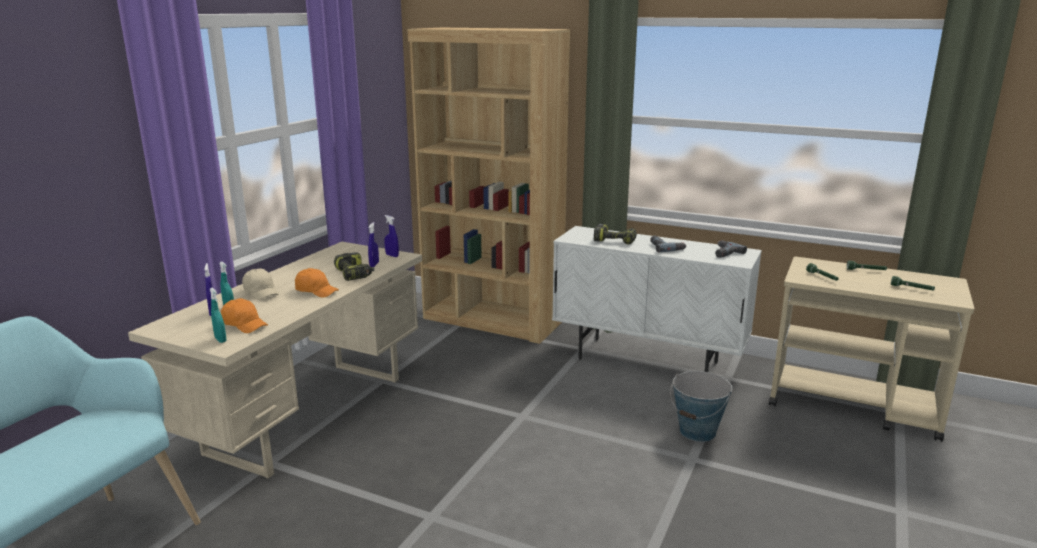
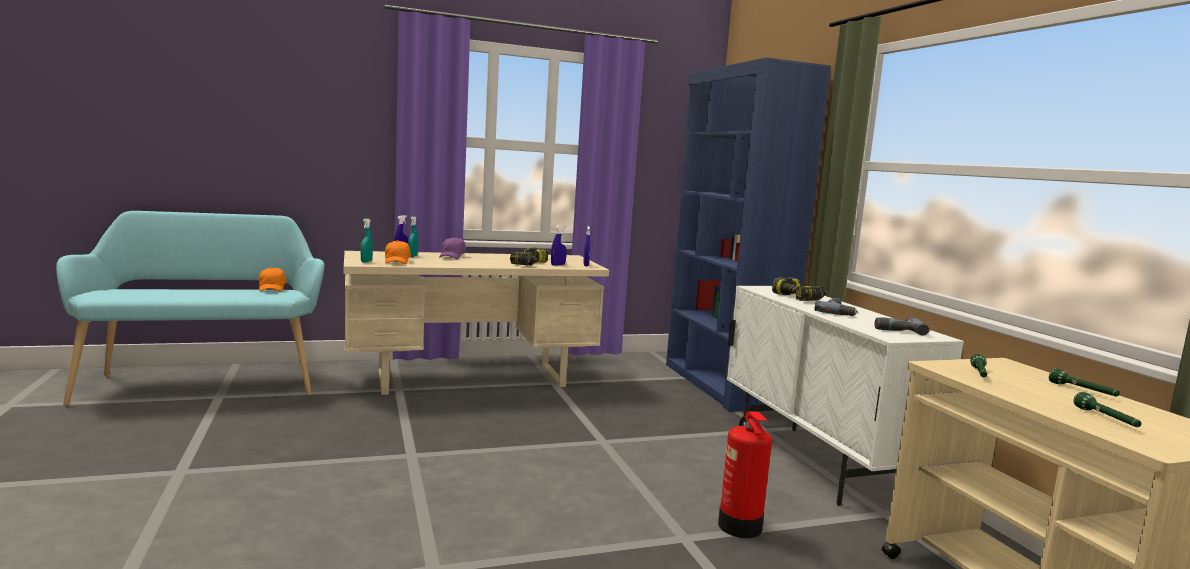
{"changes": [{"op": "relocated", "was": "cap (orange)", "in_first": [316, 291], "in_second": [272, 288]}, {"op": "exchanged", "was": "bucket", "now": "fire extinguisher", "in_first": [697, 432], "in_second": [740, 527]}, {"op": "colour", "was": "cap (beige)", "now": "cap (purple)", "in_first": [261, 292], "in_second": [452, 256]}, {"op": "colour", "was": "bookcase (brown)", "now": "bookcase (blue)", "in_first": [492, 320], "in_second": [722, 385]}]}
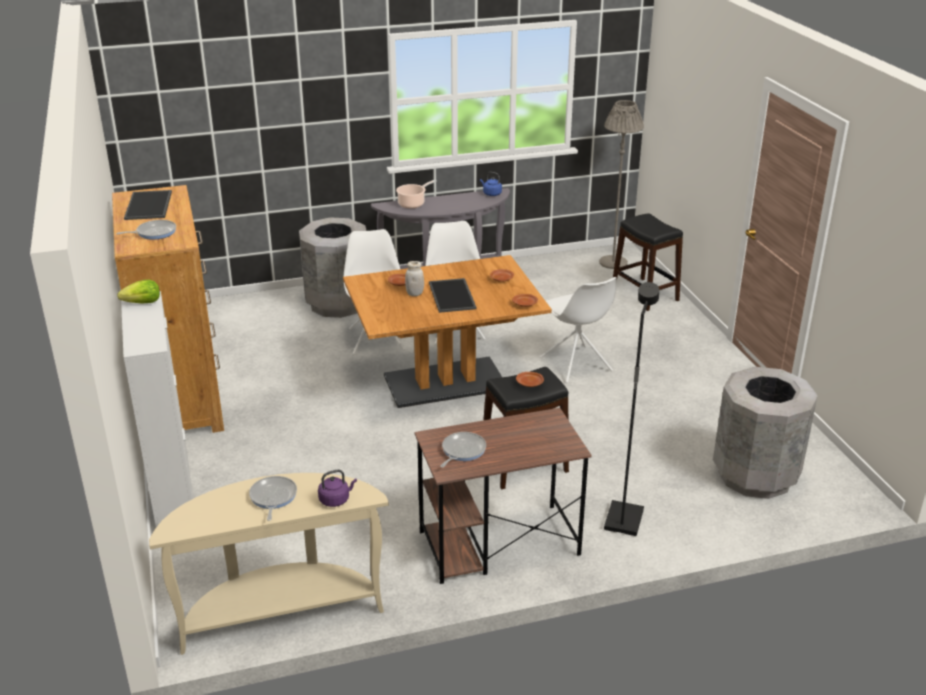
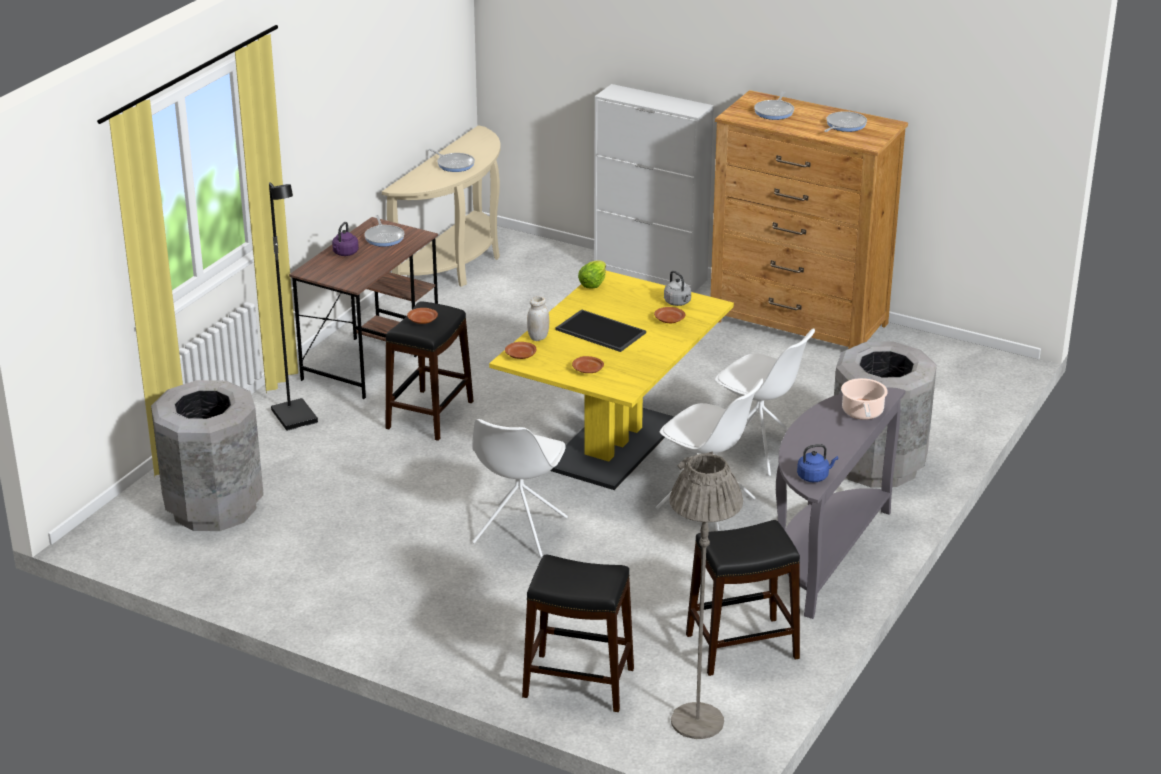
{"changes": [{"op": "appeared", "now": "kettle (grey)", "in_second": [678, 303]}, {"op": "appeared", "now": "stool (black)", "in_second": [742, 647]}, {"op": "relocated", "was": "lettuce", "in_first": [143, 303], "in_second": [593, 284]}, {"op": "relocated", "was": "kettle (purple)", "in_first": [336, 500], "in_second": [345, 253]}, {"op": "relocated", "was": "jar (white)", "in_first": [414, 293], "in_second": [538, 337]}, {"op": "exchanged", "was": "tray", "now": "frying pan", "in_first": [149, 205], "in_second": [844, 125]}, {"op": "colour", "was": "dining table (brown)", "now": "dining table (yellow)", "in_first": [445, 383], "in_second": [613, 445]}, {"op": "spun", "was": "chair (white)", "in_first": [576, 365], "in_second": [519, 531], "clockwise": -90}]}
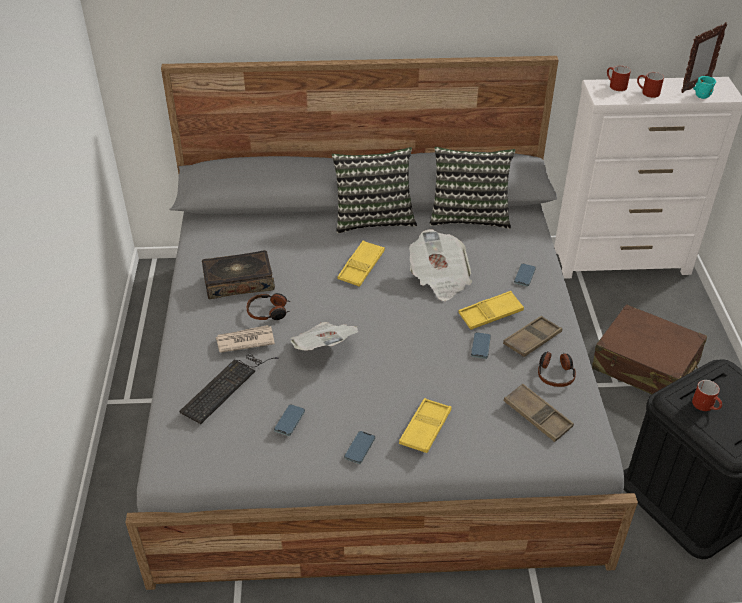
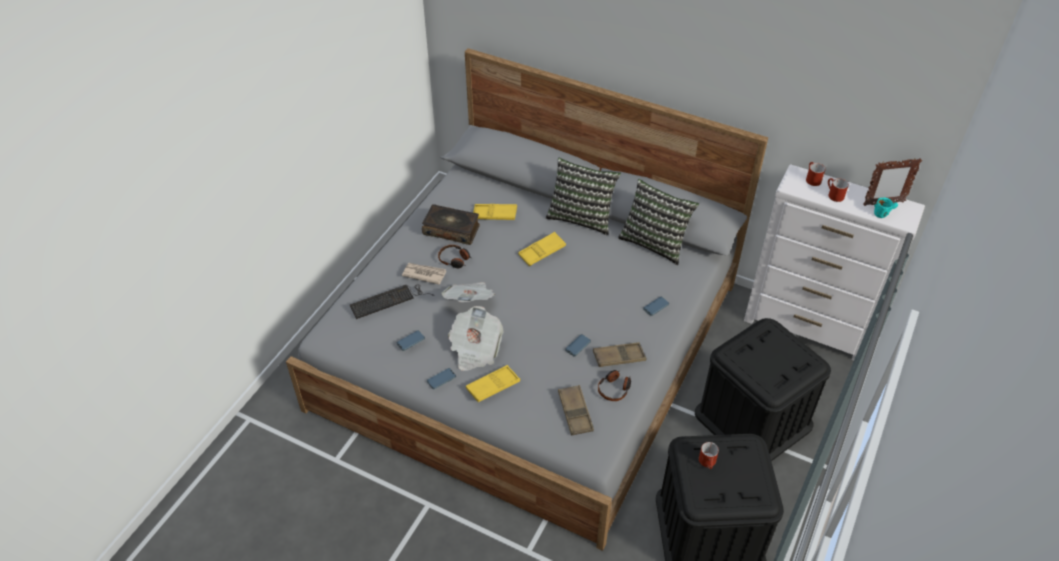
{"changes": [{"op": "relocated", "was": "newspaper", "in_first": [439, 279], "in_second": [475, 349]}, {"op": "relocated", "was": "tray (yellow)", "in_first": [490, 314], "in_second": [494, 214]}, {"op": "exchanged", "was": "suitcase (brown)", "now": "storage box (black)", "in_first": [645, 365], "in_second": [753, 419]}]}
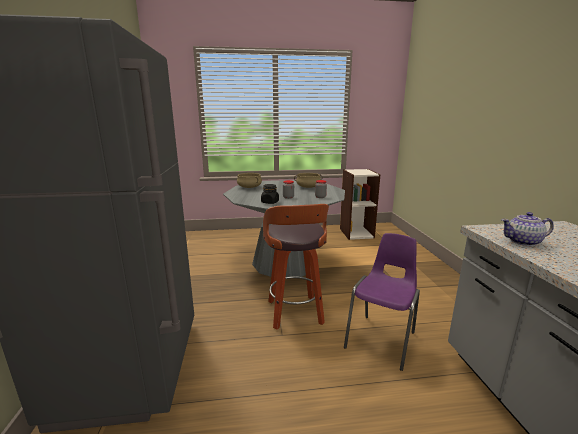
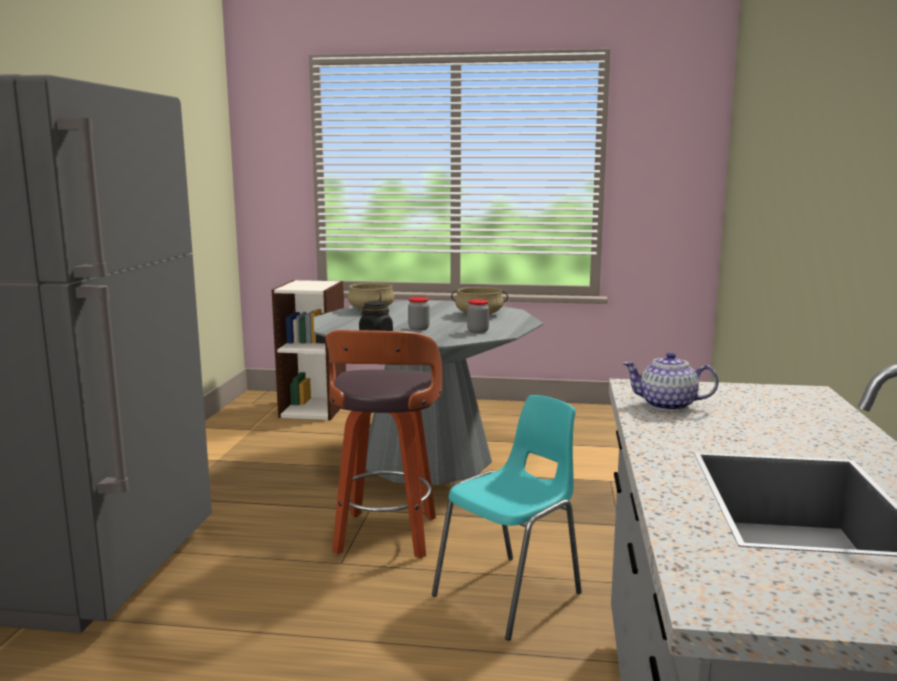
{"changes": [{"op": "relocated", "was": "bookcase", "in_first": [356, 233], "in_second": [314, 409]}, {"op": "colour", "was": "chair (purple)", "now": "chair (turquoise)", "in_first": [382, 339], "in_second": [511, 594]}]}
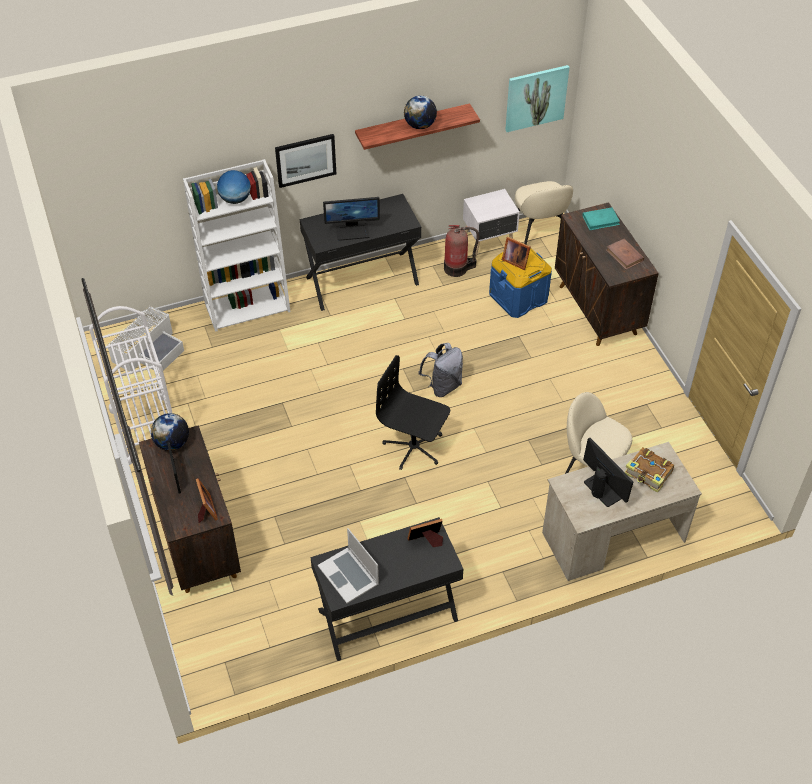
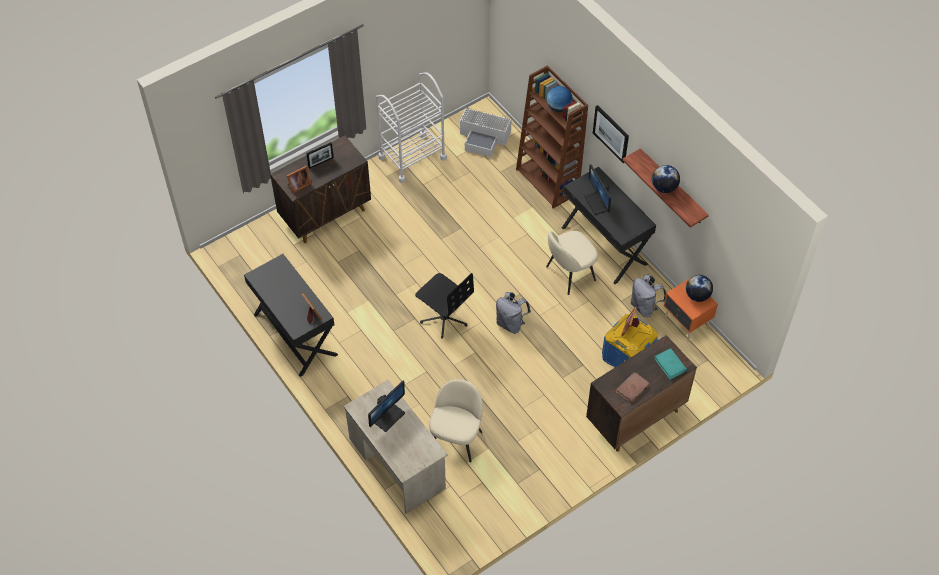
{"changes": [{"op": "missing", "was": "laptop", "in_first": [348, 574]}, {"op": "missing", "was": "picture", "in_first": [536, 98]}, {"op": "missing", "was": "book", "in_first": [648, 474]}, {"op": "relocated", "was": "globe", "in_first": [172, 443], "in_second": [697, 296]}, {"op": "relocated", "was": "chair (beige)", "in_first": [539, 233], "in_second": [569, 274]}, {"op": "exchanged", "was": "fire extinguisher", "now": "backpack (grey)", "in_first": [457, 268], "in_second": [644, 307]}, {"op": "colour", "was": "bookcase (white)", "now": "bookcase (brown)", "in_first": [248, 306], "in_second": [548, 181]}, {"op": "colour", "was": "nightstand (white)", "now": "nightstand (orange)", "in_first": [489, 242], "in_second": [686, 323]}, {"op": "spun", "was": "office chair (black)", "in_first": [414, 447], "in_second": [444, 318], "clockwise": 120}]}
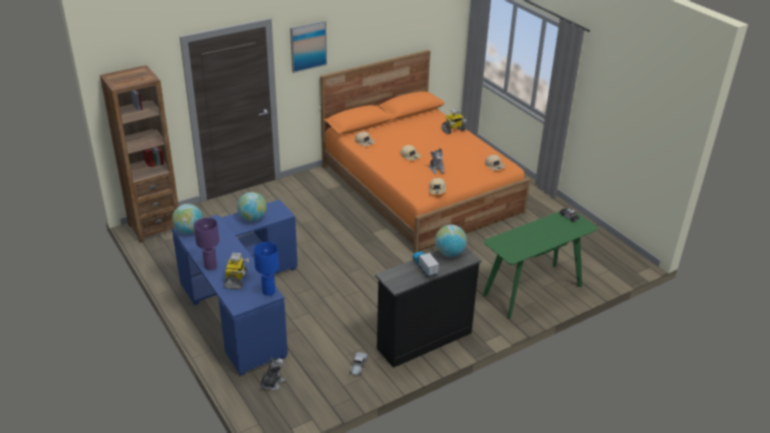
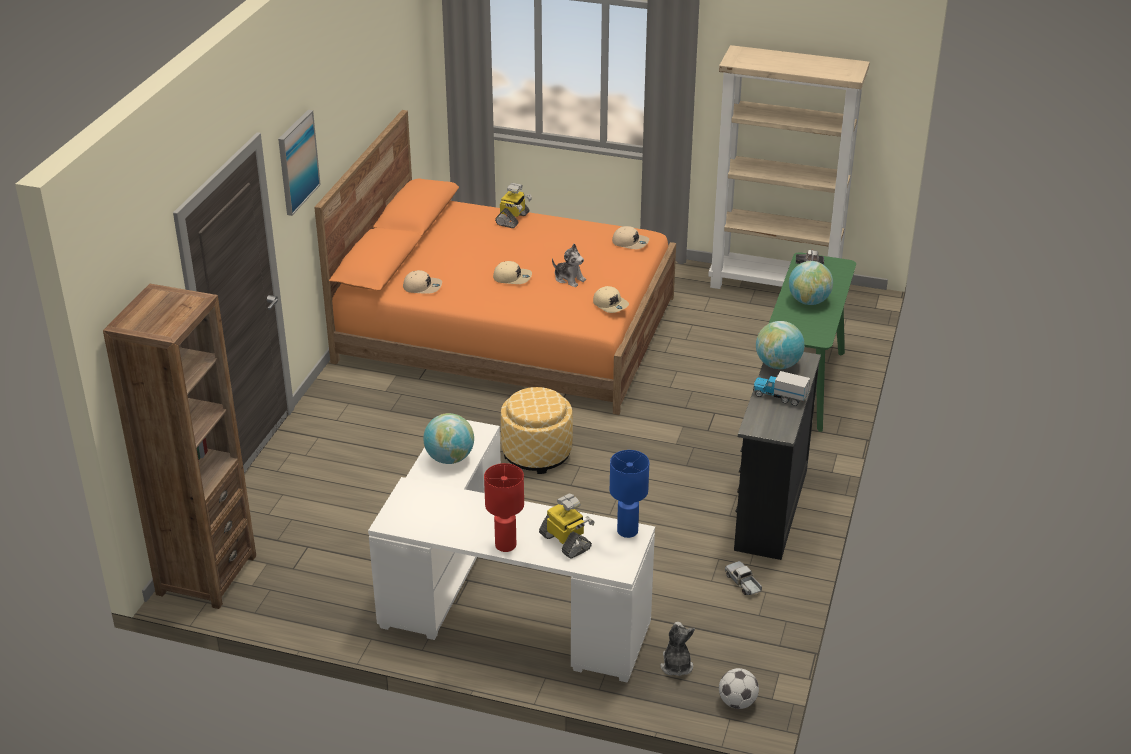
{"changes": [{"op": "appeared", "now": "ottoman", "in_second": [537, 453]}, {"op": "appeared", "now": "bookcase (beige)", "in_second": [775, 286]}, {"op": "appeared", "now": "football", "in_second": [737, 702]}, {"op": "relocated", "was": "globe", "in_first": [189, 231], "in_second": [808, 301]}, {"op": "colour", "was": "desk (blue)", "now": "desk (white)", "in_first": [239, 306], "in_second": [497, 604]}, {"op": "colour", "was": "table lamp (purple)", "now": "table lamp (red)", "in_first": [210, 266], "in_second": [505, 545]}]}
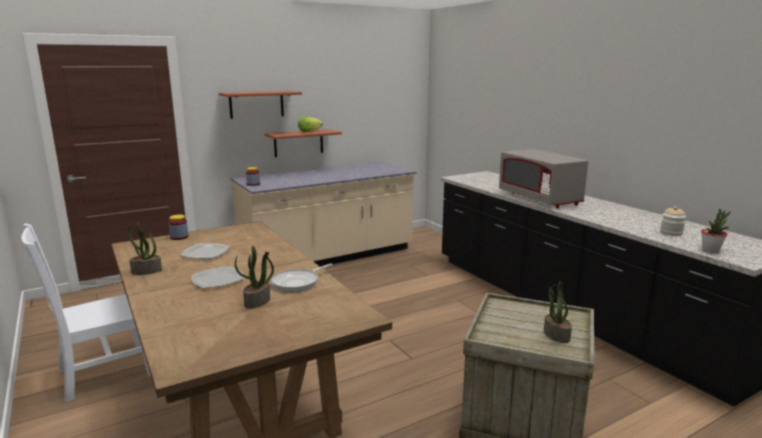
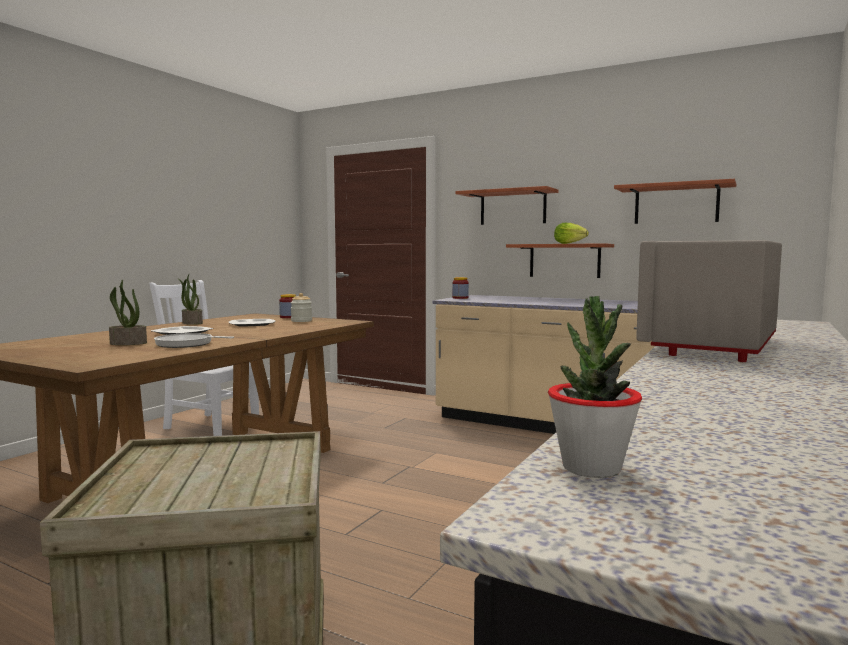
{"changes": [{"op": "missing", "was": "potted plant", "in_first": [555, 335]}, {"op": "appeared", "now": "shelf", "in_second": [676, 204]}, {"op": "relocated", "was": "jar", "in_first": [671, 233], "in_second": [301, 321]}]}
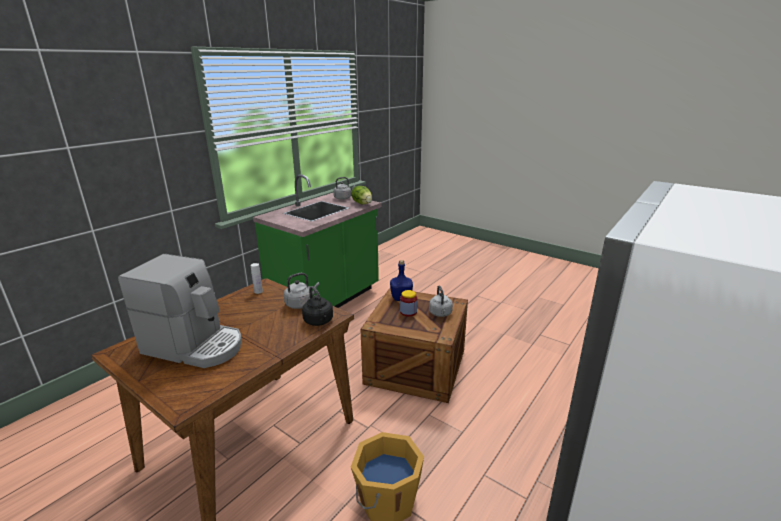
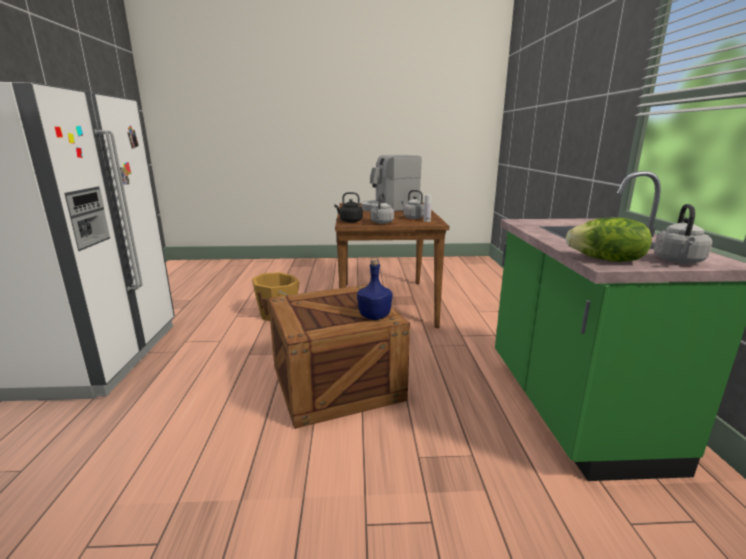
{"changes": [{"op": "missing", "was": "jar", "in_first": [408, 312]}, {"op": "relocated", "was": "kettle (grey)", "in_first": [440, 314], "in_second": [412, 217]}]}
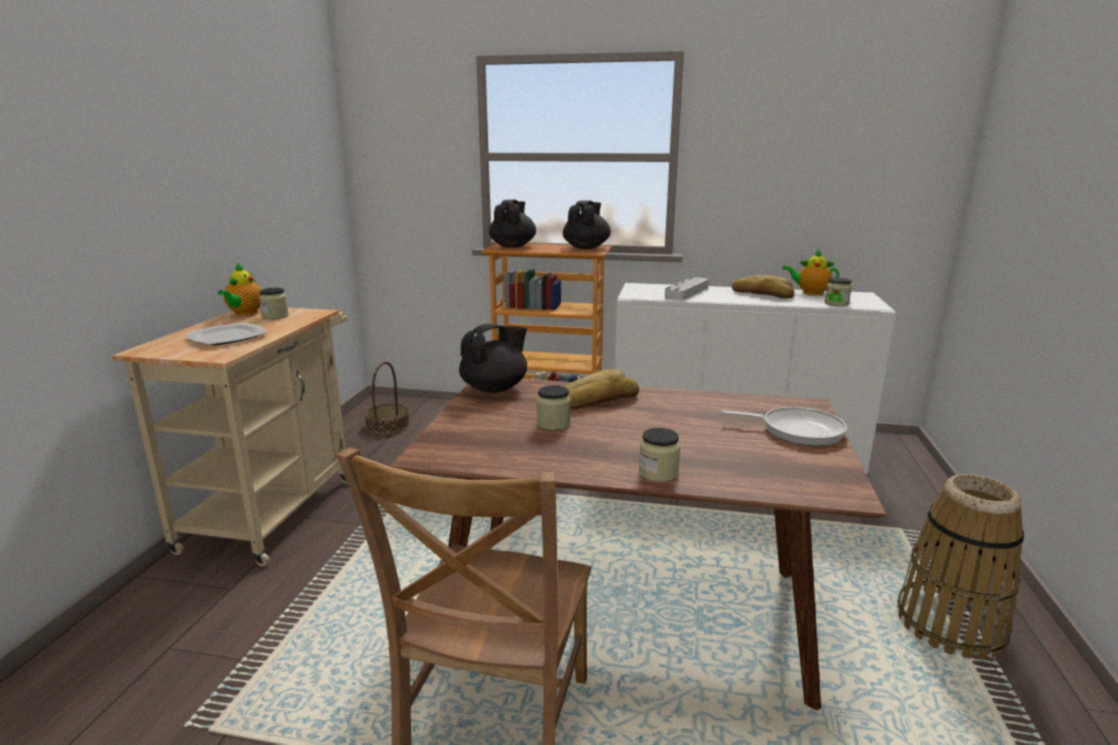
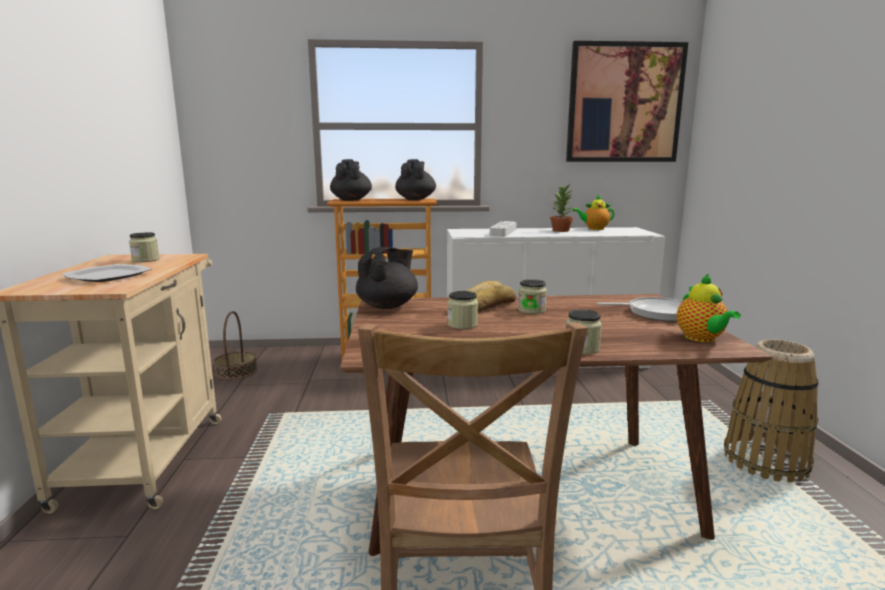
{"changes": [{"op": "appeared", "now": "picture", "in_second": [624, 103]}, {"op": "relocated", "was": "teapot", "in_first": [244, 313], "in_second": [701, 339]}, {"op": "relocated", "was": "jar", "in_first": [836, 303], "in_second": [531, 310]}, {"op": "exchanged", "was": "bread", "now": "potted plant", "in_first": [762, 294], "in_second": [561, 230]}]}
